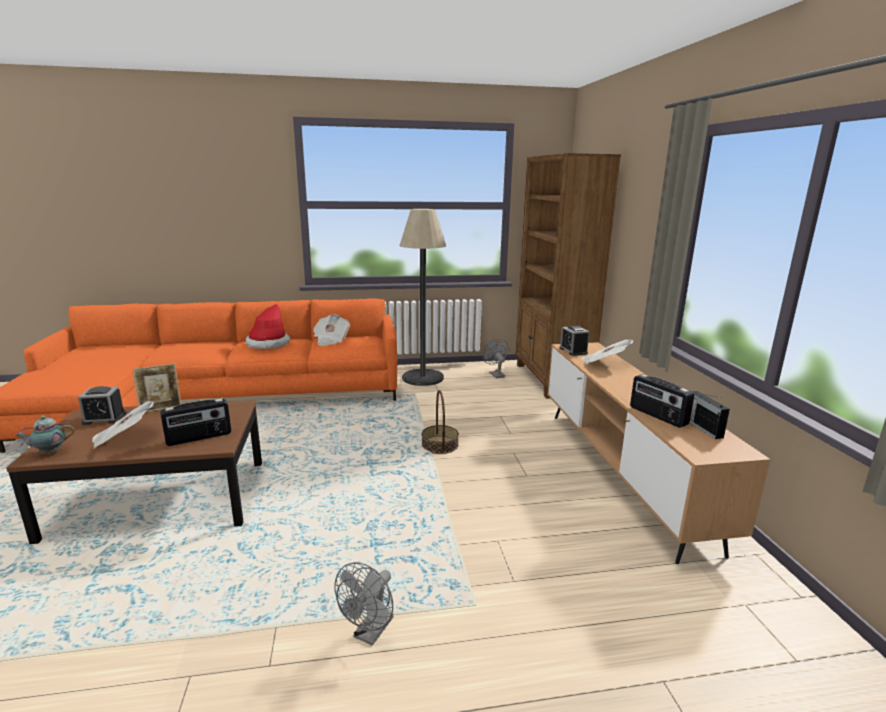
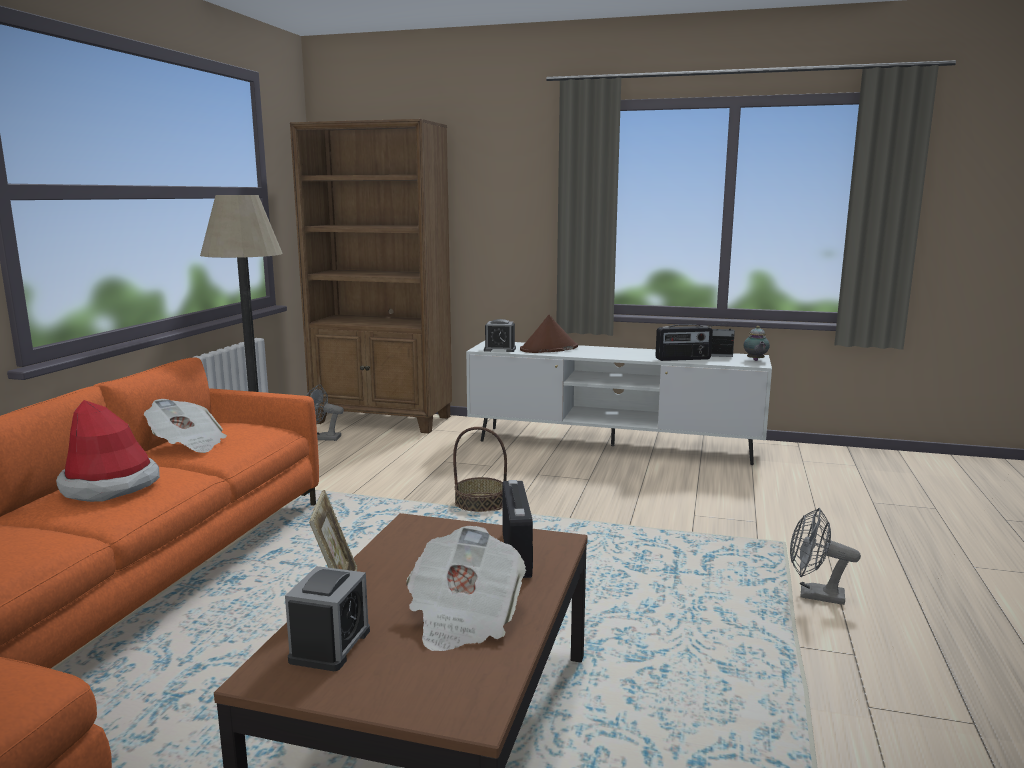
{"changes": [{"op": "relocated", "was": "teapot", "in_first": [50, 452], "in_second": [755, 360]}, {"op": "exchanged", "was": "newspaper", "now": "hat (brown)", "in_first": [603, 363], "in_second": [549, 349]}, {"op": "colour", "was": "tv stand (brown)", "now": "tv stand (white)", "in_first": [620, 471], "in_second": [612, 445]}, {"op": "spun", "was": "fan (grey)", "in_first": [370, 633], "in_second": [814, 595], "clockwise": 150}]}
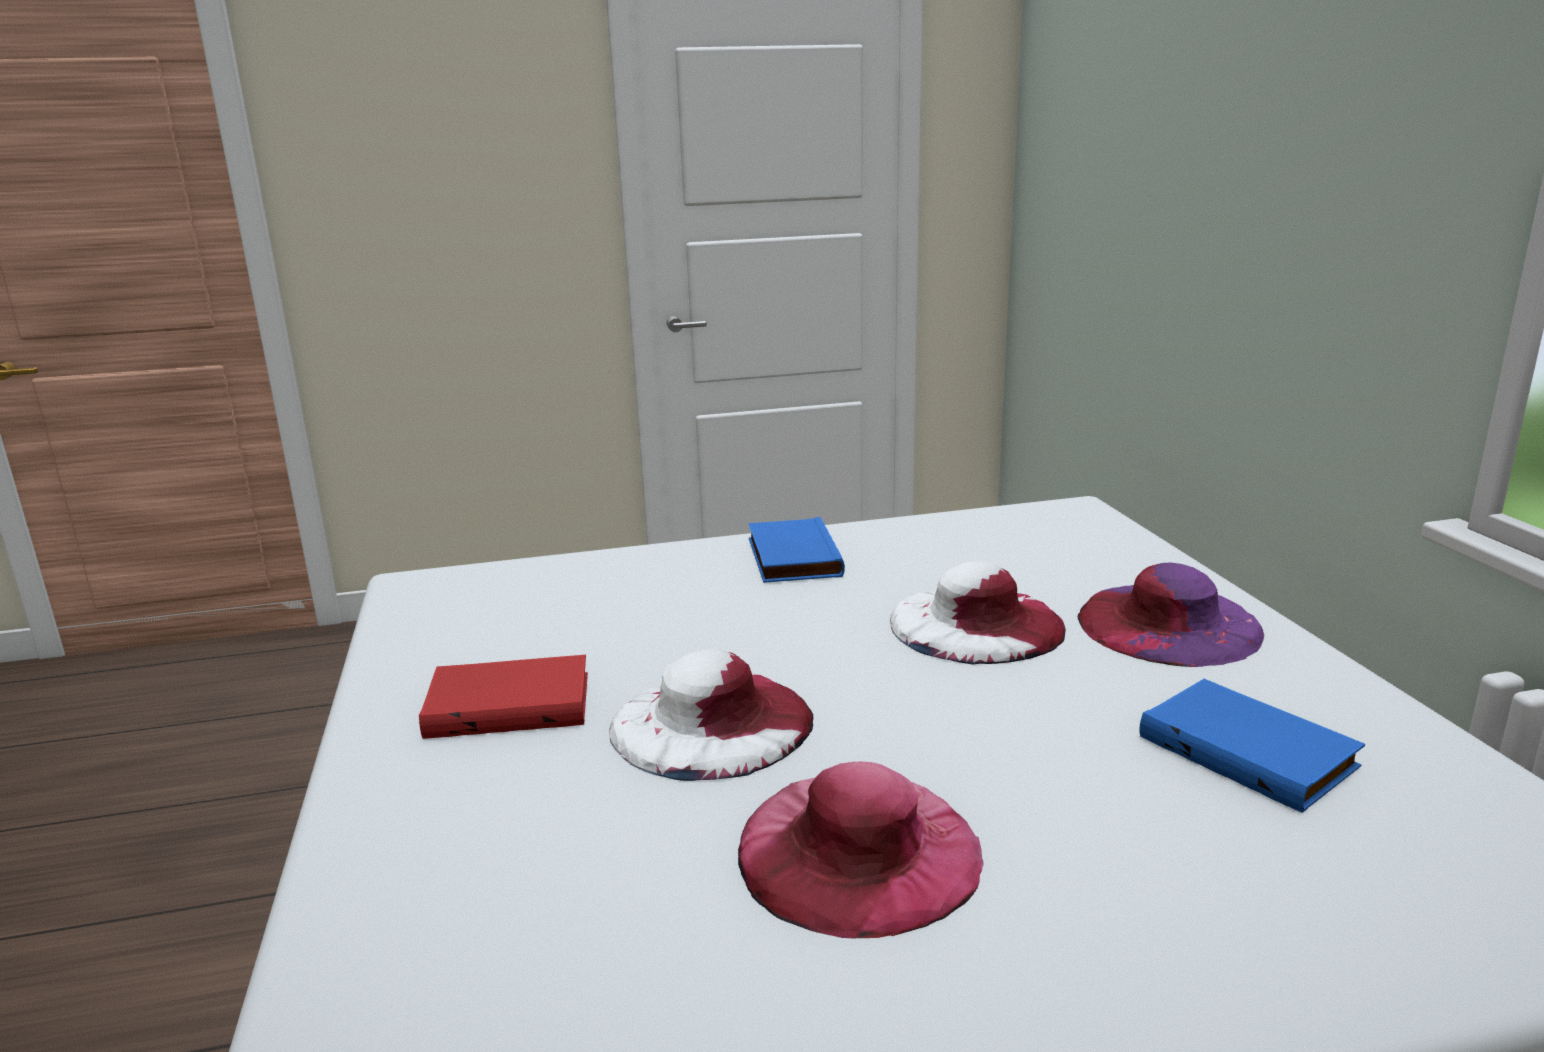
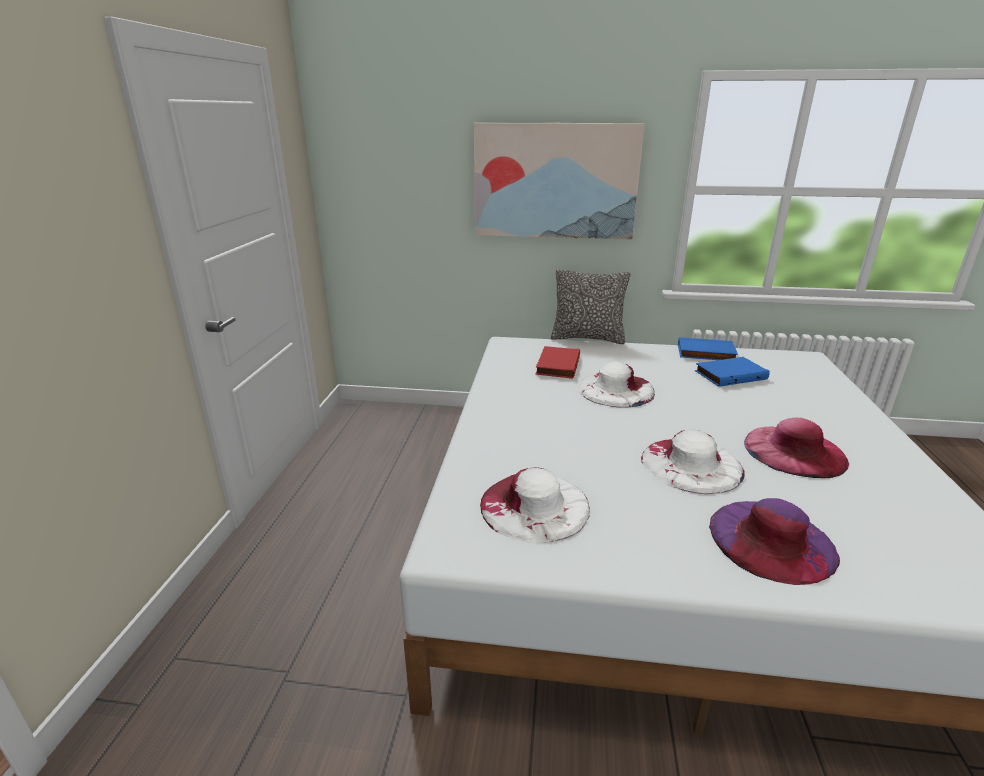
{"changes": [{"op": "appeared", "now": "picture", "in_second": [555, 181]}, {"op": "appeared", "now": "hat (white)", "in_second": [534, 506]}, {"op": "appeared", "now": "pillow", "in_second": [587, 338]}, {"op": "relocated", "was": "book (red)", "in_first": [510, 703], "in_second": [556, 365]}, {"op": "relocated", "was": "book (blue)", "in_first": [791, 557], "in_second": [705, 353]}, {"op": "relocated", "was": "hat (purple)", "in_first": [1169, 625], "in_second": [771, 540]}]}
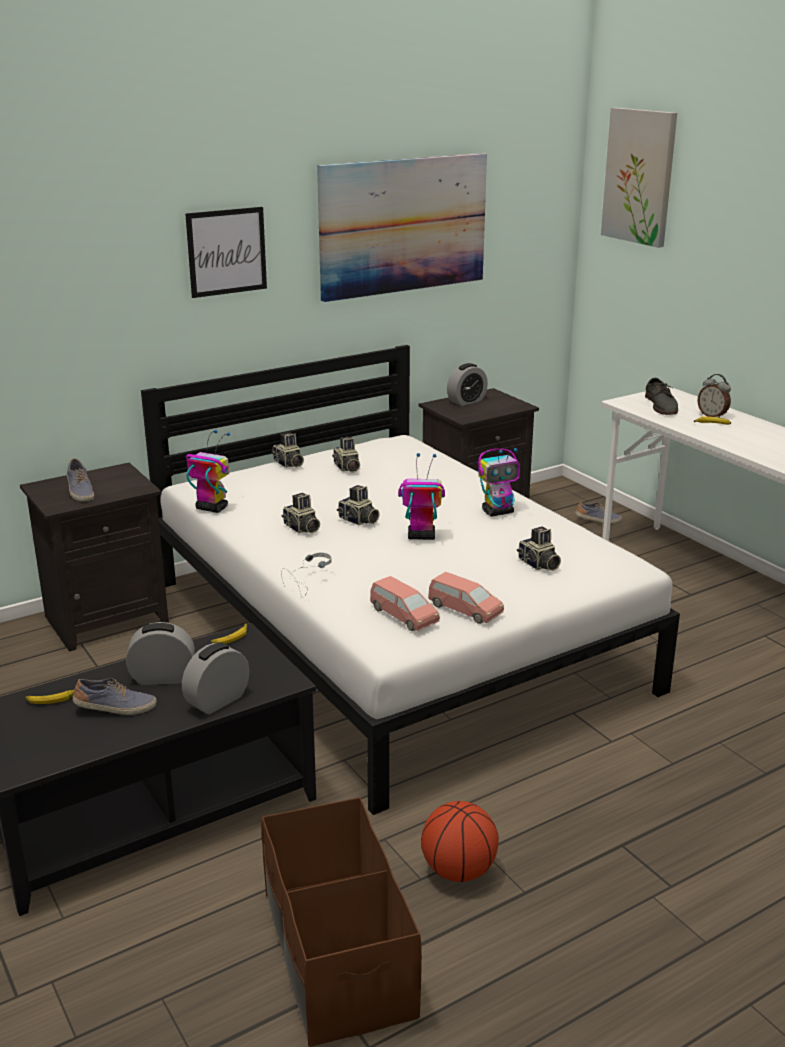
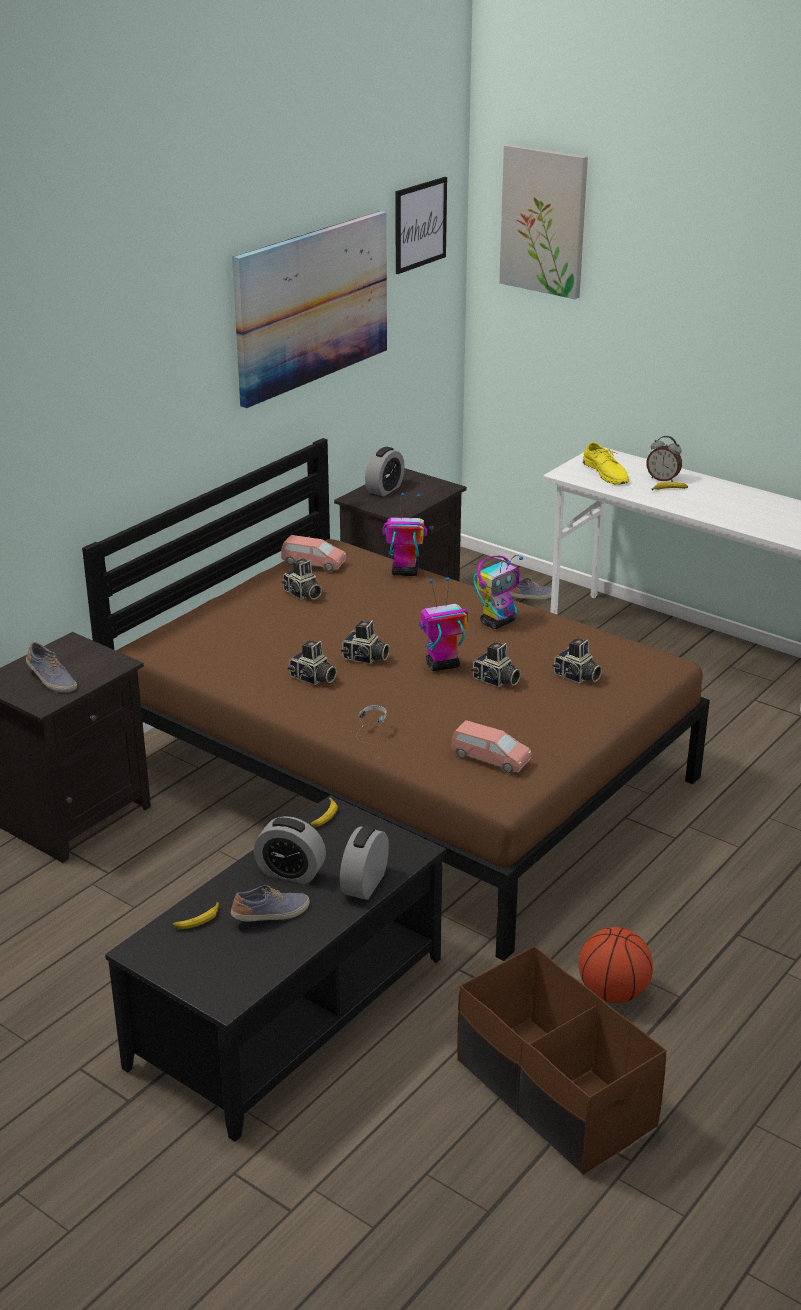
{"changes": [{"op": "relocated", "was": "picture", "in_first": [226, 252], "in_second": [420, 224]}, {"op": "relocated", "was": "toy robot", "in_first": [211, 508], "in_second": [404, 572]}, {"op": "relocated", "was": "photo camera", "in_first": [288, 464], "in_second": [496, 681]}, {"op": "relocated", "was": "toy car (pink)", "in_first": [465, 610], "in_second": [313, 563]}, {"op": "colour", "was": "bed (white)", "now": "bed (brown)", "in_first": [393, 634], "in_second": [402, 769]}, {"op": "colour", "was": "shoe (grey)", "now": "shoe (yellow)", "in_first": [661, 405], "in_second": [606, 473]}, {"op": "spun", "was": "alarm clock", "in_first": [163, 677], "in_second": [290, 872], "clockwise": -135}]}
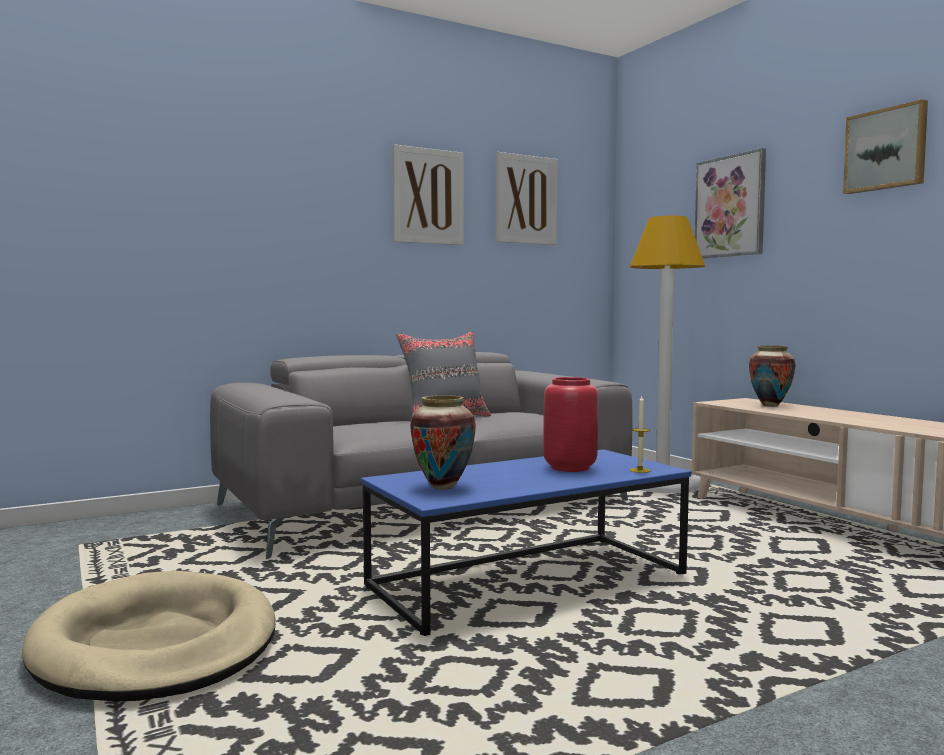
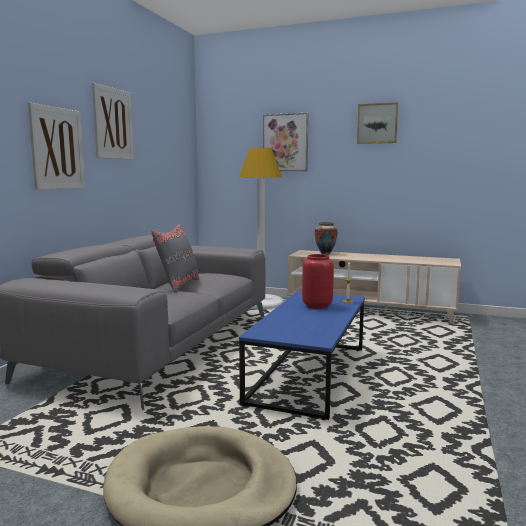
{"changes": [{"op": "missing", "was": "vase", "in_first": [443, 487]}, {"op": "relocated", "was": "picture", "in_first": [526, 200], "in_second": [57, 148]}]}
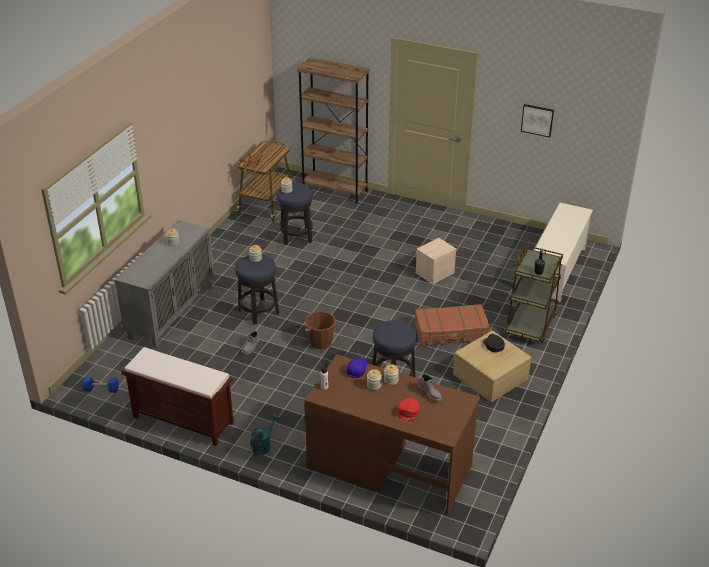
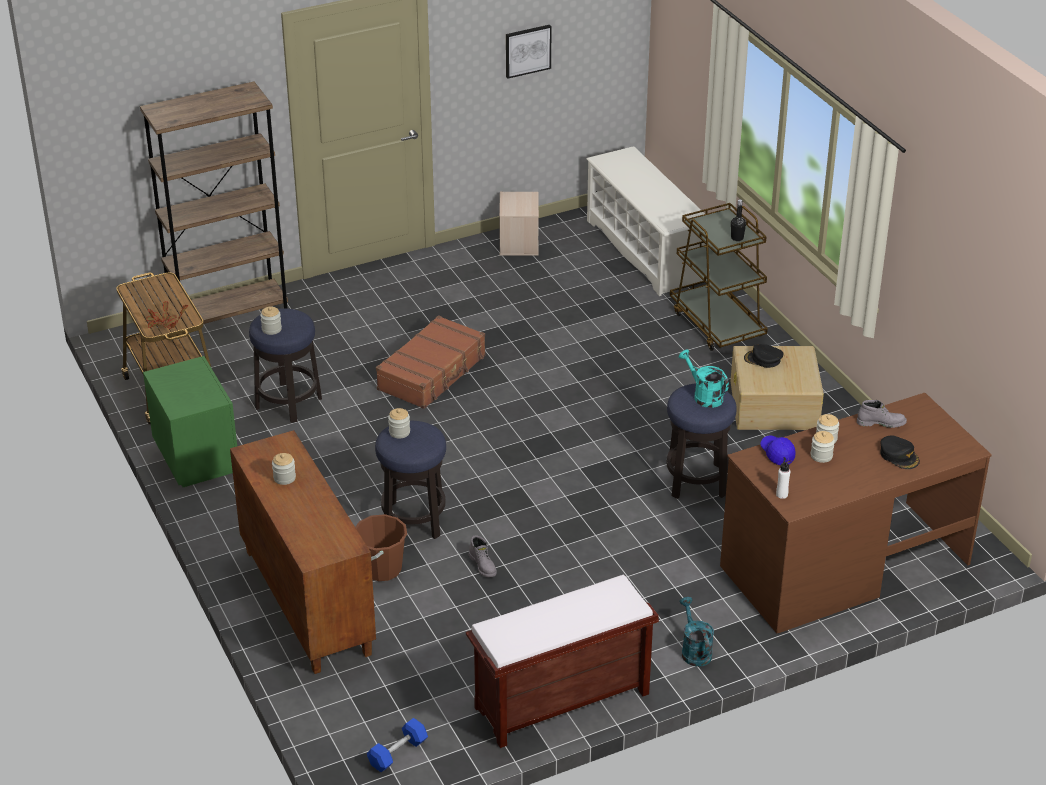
{"changes": [{"op": "appeared", "now": "nightstand (green)", "in_second": [197, 458]}, {"op": "appeared", "now": "watering can (turquoise)", "in_second": [704, 396]}, {"op": "relocated", "was": "bucket (brown)", "in_first": [320, 342], "in_second": [382, 569]}, {"op": "relocated", "was": "suitcase (brown)", "in_first": [451, 332], "in_second": [432, 373]}, {"op": "relocated", "was": "storage box (beige)", "in_first": [435, 272], "in_second": [518, 242]}, {"op": "colour", "was": "cabinet (grey)", "now": "cabinet (brown)", "in_first": [171, 312], "in_second": [305, 601]}, {"op": "colour", "was": "cap (red)", "now": "cap (black)", "in_first": [408, 413], "in_second": [899, 456]}]}
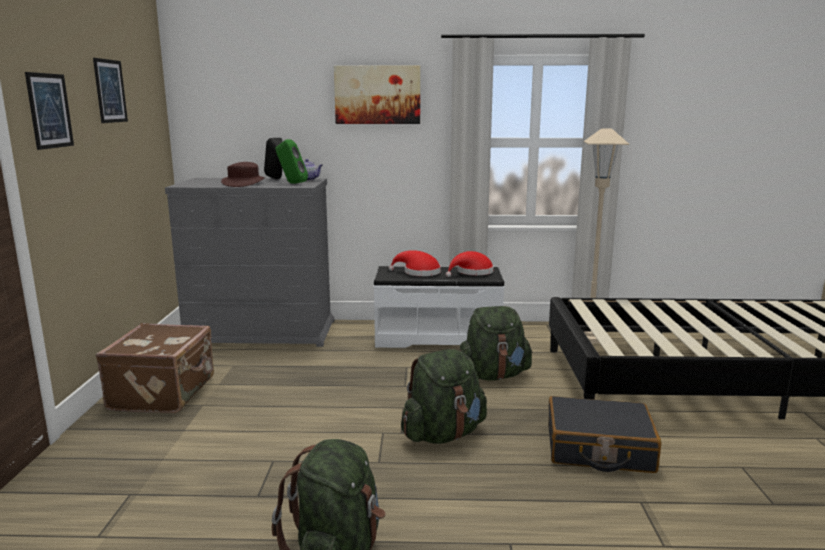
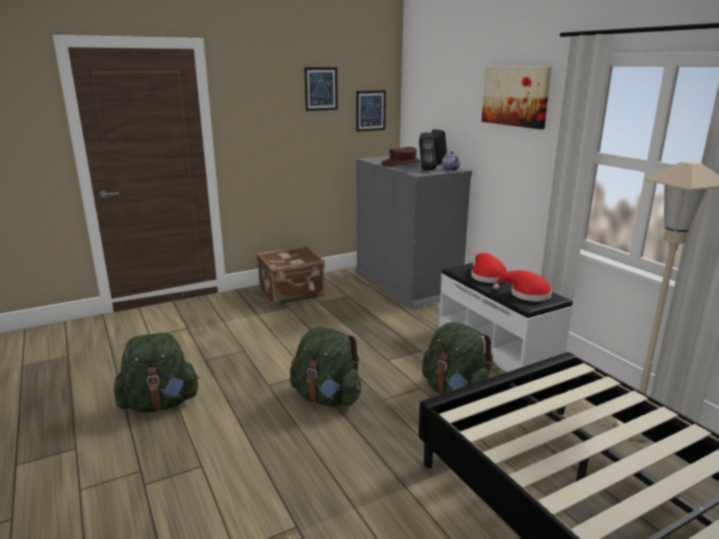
{"changes": [{"op": "missing", "was": "suitcase (black)", "in_first": [598, 449]}, {"op": "relocated", "was": "picture", "in_first": [49, 111], "in_second": [370, 110]}, {"op": "colour", "was": "speaker (green)", "now": "speaker (black)", "in_first": [292, 183], "in_second": [425, 170]}]}
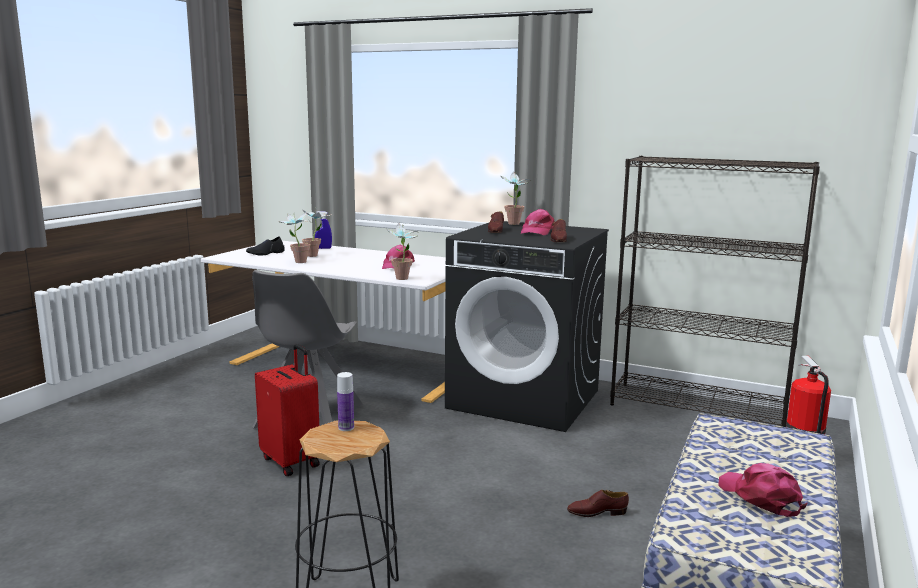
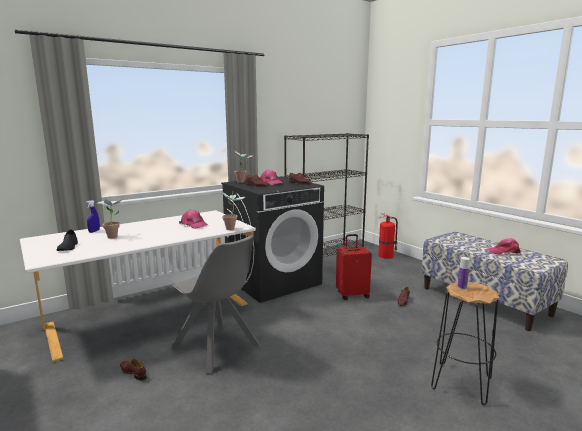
{"changes": [{"op": "missing", "was": "potted plant", "in_first": [297, 262]}, {"op": "appeared", "now": "shoe (brown)", "in_second": [133, 372]}, {"op": "relocated", "was": "suitcase (red)", "in_first": [292, 461], "in_second": [352, 295]}]}
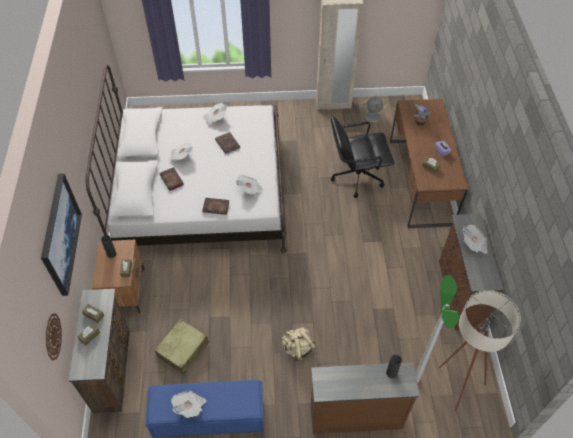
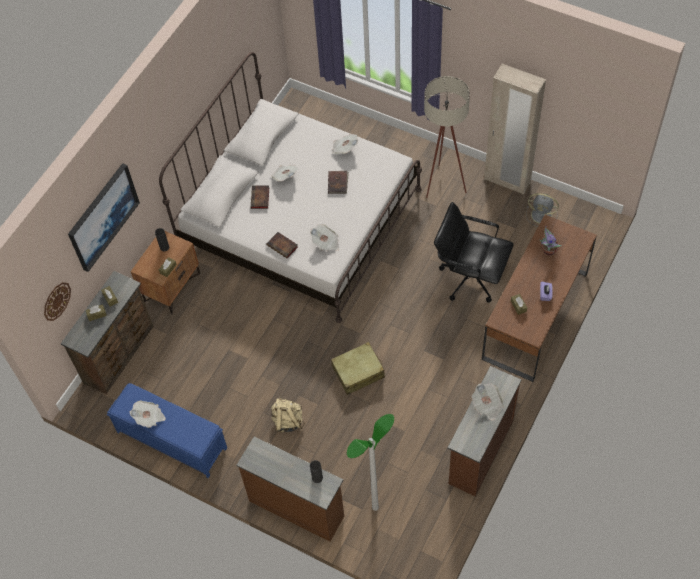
{"changes": [{"op": "relocated", "was": "suitcase (beige)", "in_first": [183, 349], "in_second": [358, 372]}, {"op": "relocated", "was": "floor lamp (beige)", "in_first": [455, 383], "in_second": [443, 181]}]}
